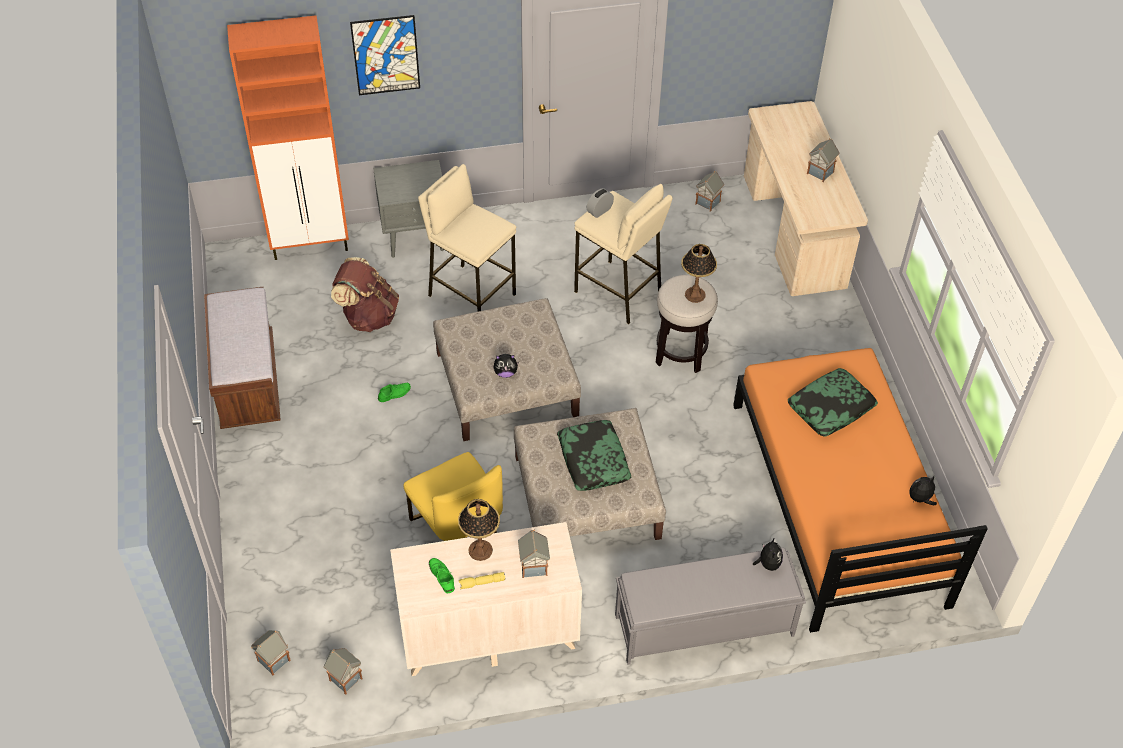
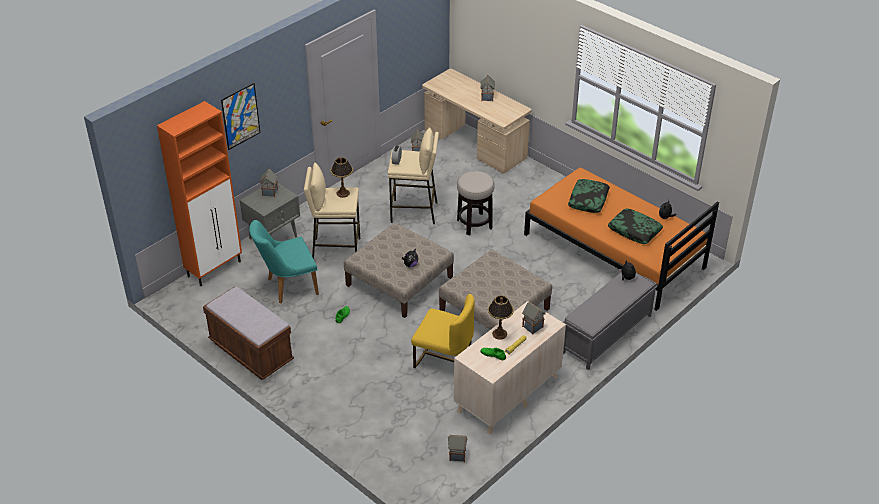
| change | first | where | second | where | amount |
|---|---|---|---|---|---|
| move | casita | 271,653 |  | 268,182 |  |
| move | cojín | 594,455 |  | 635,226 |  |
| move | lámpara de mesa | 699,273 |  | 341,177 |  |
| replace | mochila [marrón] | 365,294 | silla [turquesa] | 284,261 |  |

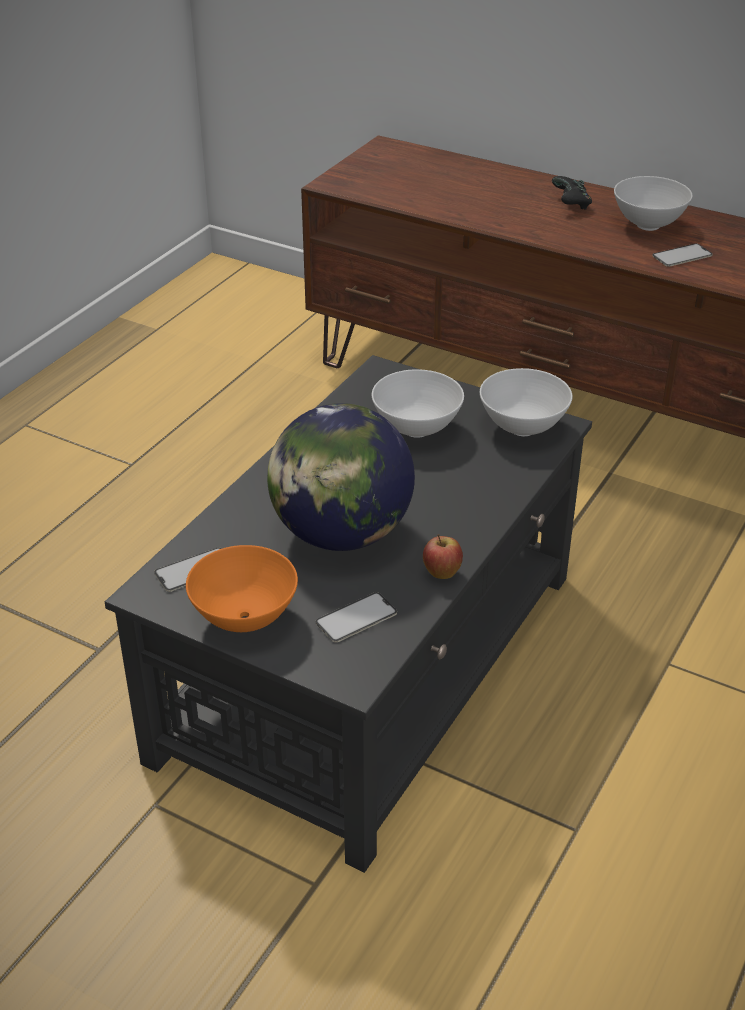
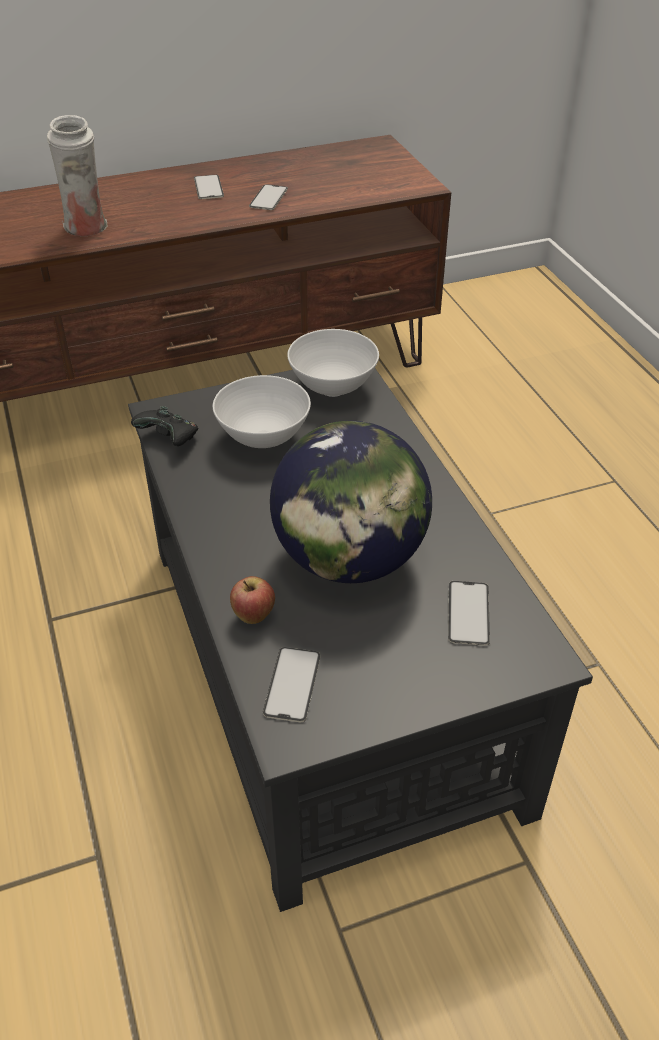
| change | first | where | second | where | amount |
|---|---|---|---|---|---|
| delete | cuenco [naranja] | 242,588 |  |  |  |
| insert |  |  | florero [blanco] | 77,175 |  |
| move | manzana | 443,556 |  | 252,600 |  |
| move | mando de consola [negro] | 572,193 |  | 164,426 |  |
| replace | cuenco [blanco] | 653,203 | móvil | 209,187 |  |

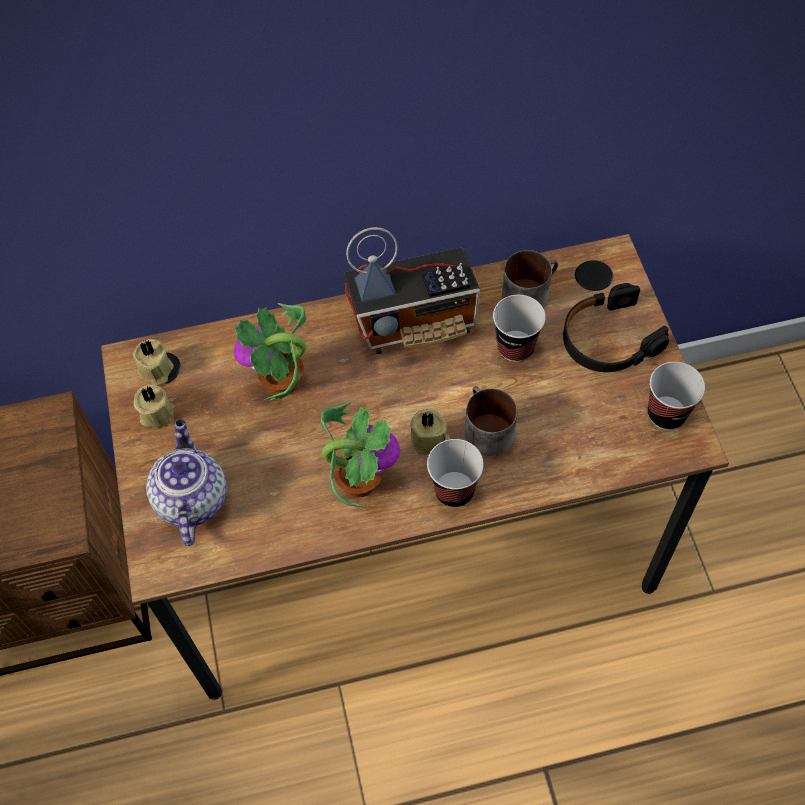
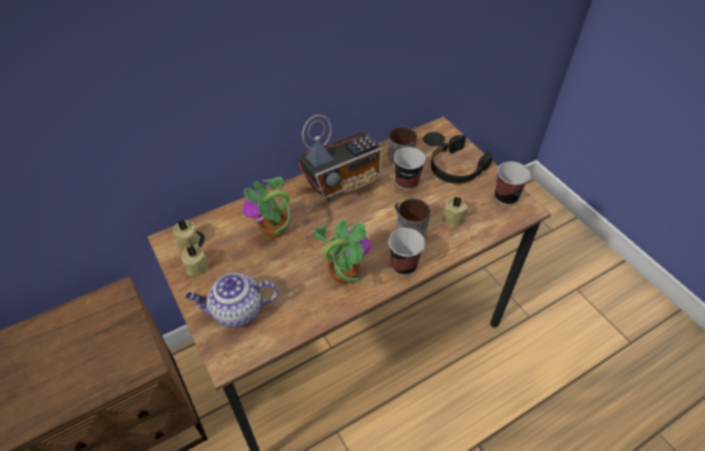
| change | first | where | second | where | amount |
|---|---|---|---|---|---|
| move | vela [beis] | 429,432 |  | 455,212 |  |
| rotate | tetera | 186,482 |  | 232,300 | 75 degrees counterclockwise |

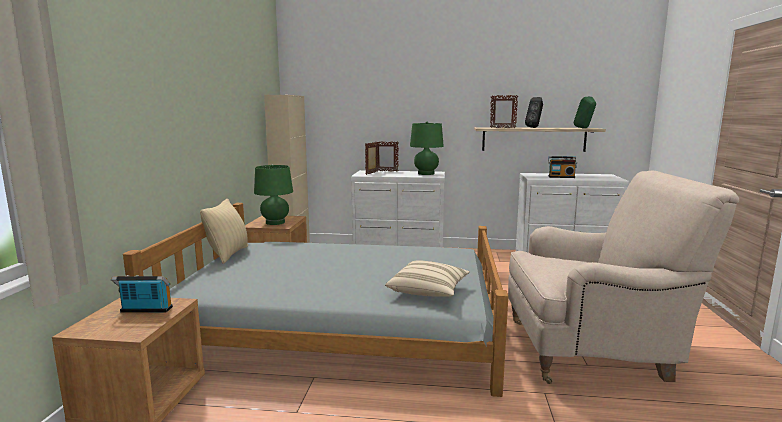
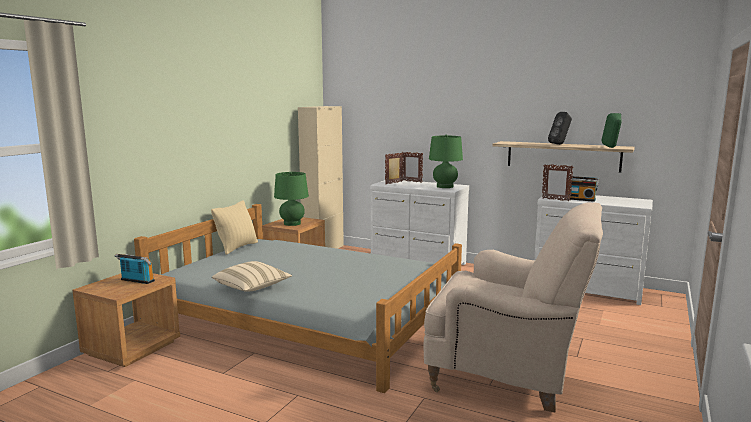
| change | first | where | second | where | amount |
|---|---|---|---|---|---|
| move | cojín [beis] | 427,279 |  | 252,276 |  |
| move | portarretratos | 504,111 |  | 557,182 |  |

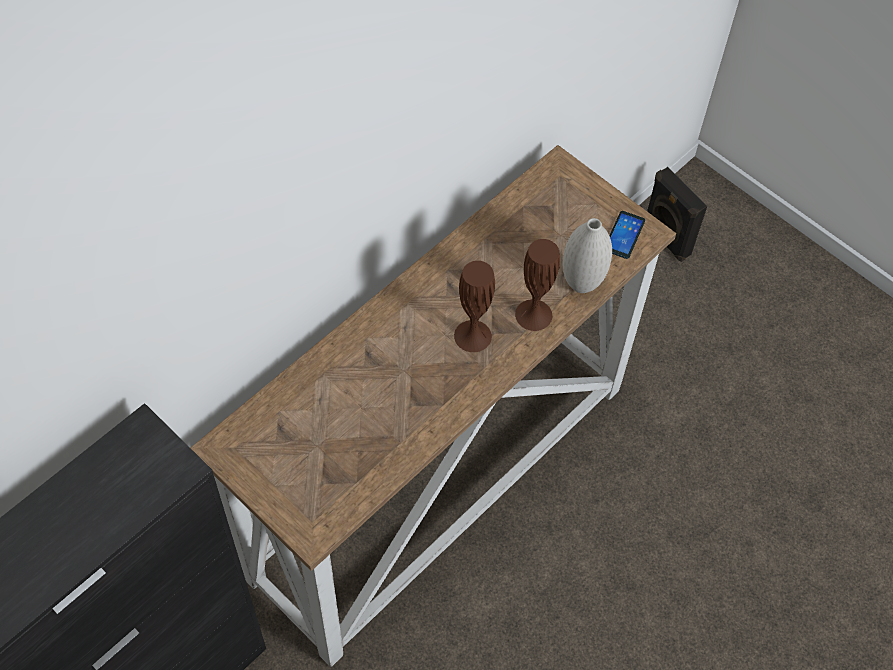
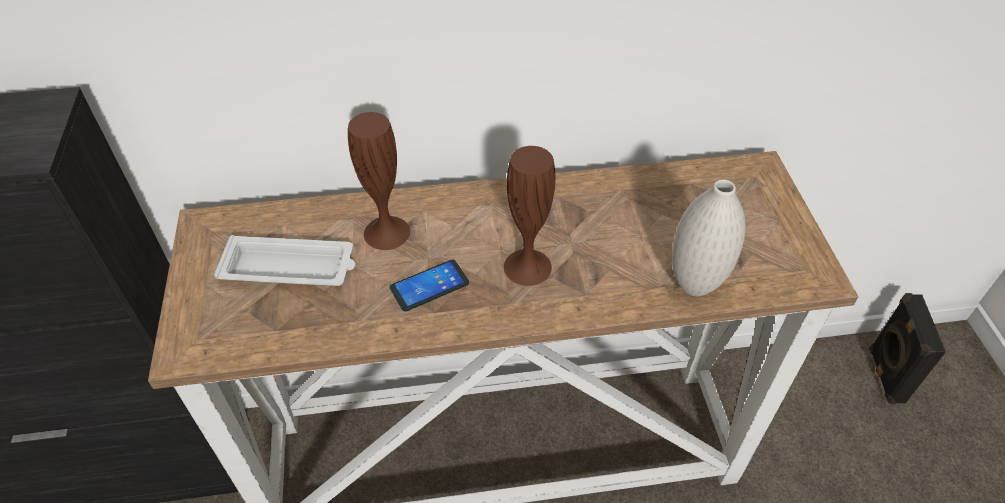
| change | first | where | second | where | amount |
|---|---|---|---|---|---|
| insert |  |  | bandeja [blanco] | 285,260 |  |
| move | florero [marrón] | 537,285 |  | 379,181 |  |
| move | móvil | 627,235 |  | 429,285 |  |

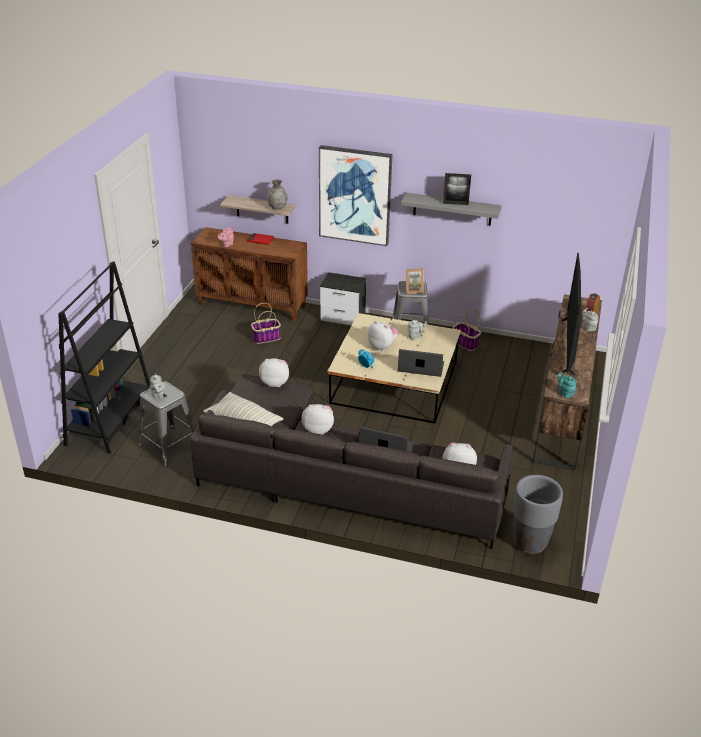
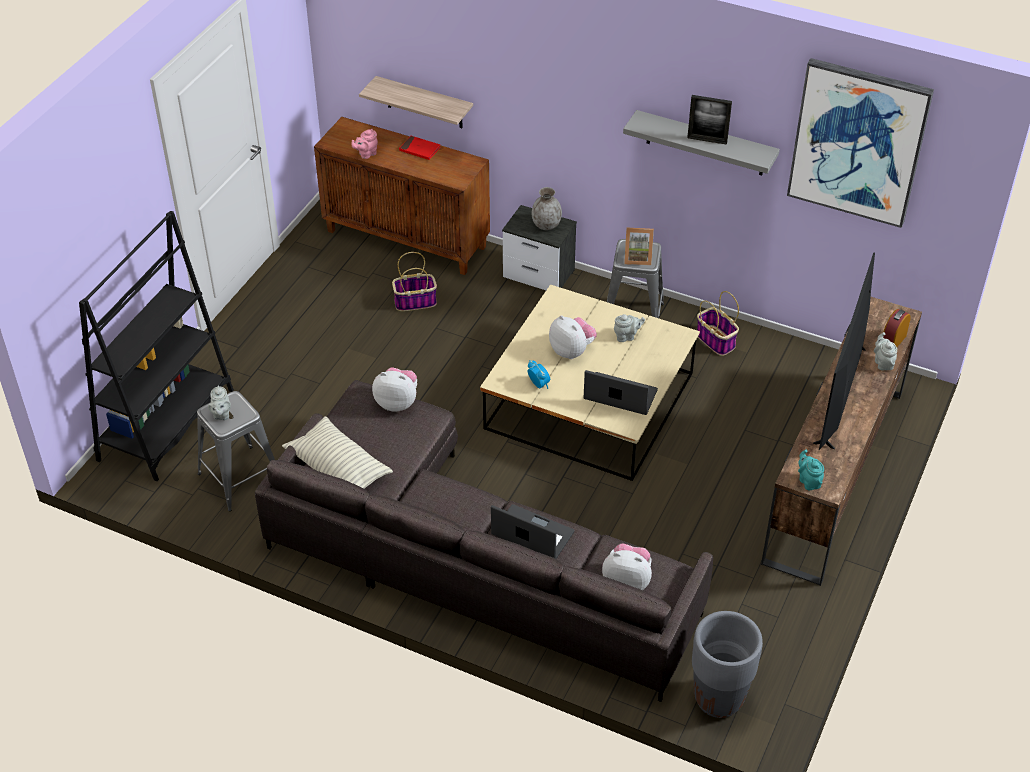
| change | first | where | second | where | amount |
|---|---|---|---|---|---|
| delete | peluche | 317,419 |  |  |  |
| move | florero [gris] | 277,194 |  | 547,208 |  |
| move | cuadro | 355,195 |  | 860,143 |  |

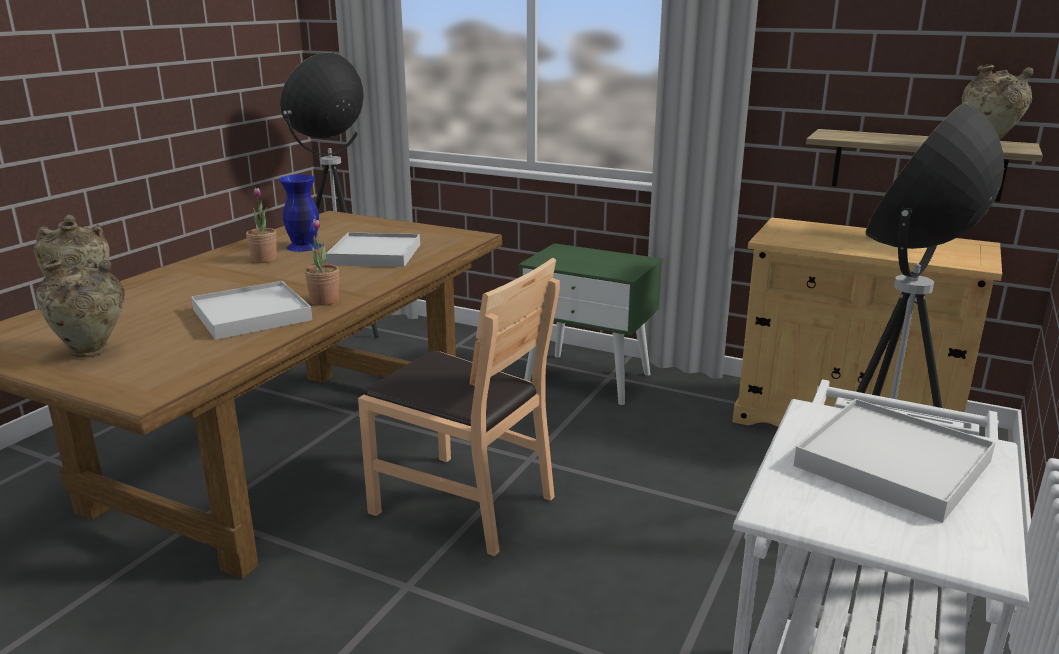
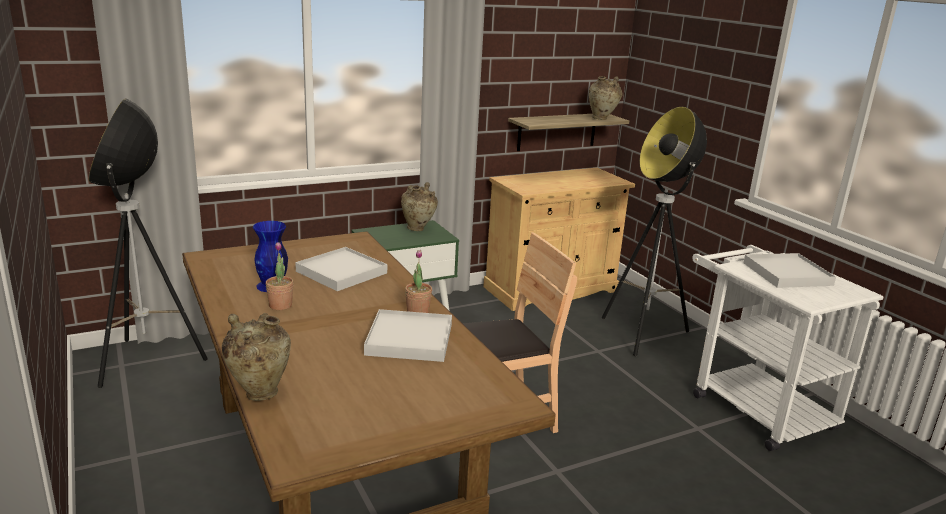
| change | first | where | second | where | amount |
|---|---|---|---|---|---|
| move | florero [beis] | 80,308 |  | 419,206 |  |

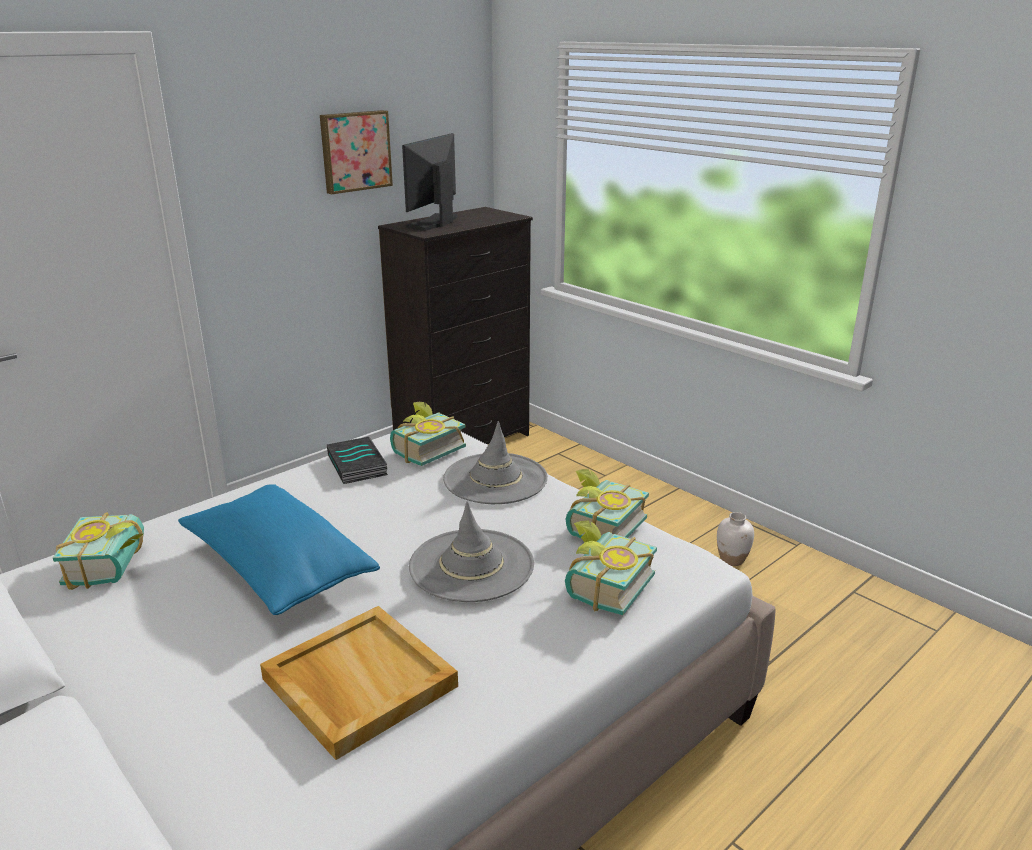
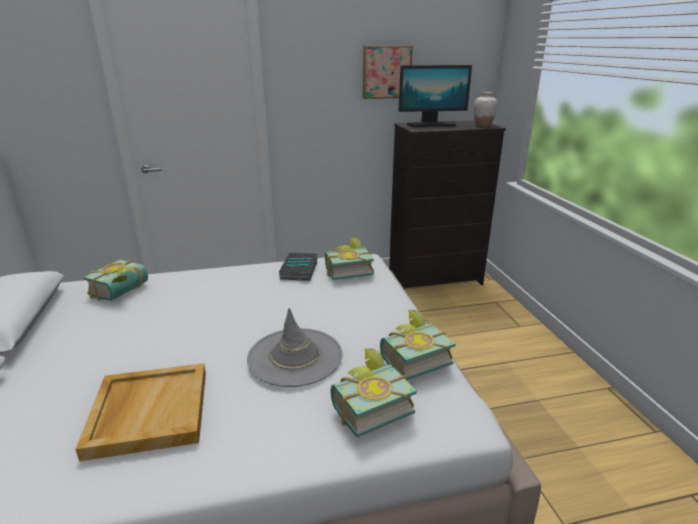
| change | first | where | second | where | amount |
|---|---|---|---|---|---|
| delete | cojín [azul] | 279,549 |  |  |  |
| delete | sombrero [gris] | 495,462 |  |  |  |
| move | florero [blanco] | 735,539 |  | 485,109 |  |
| rotate | monitor | 429,182 |  | 435,96 | 150 degrees counterclockwise |

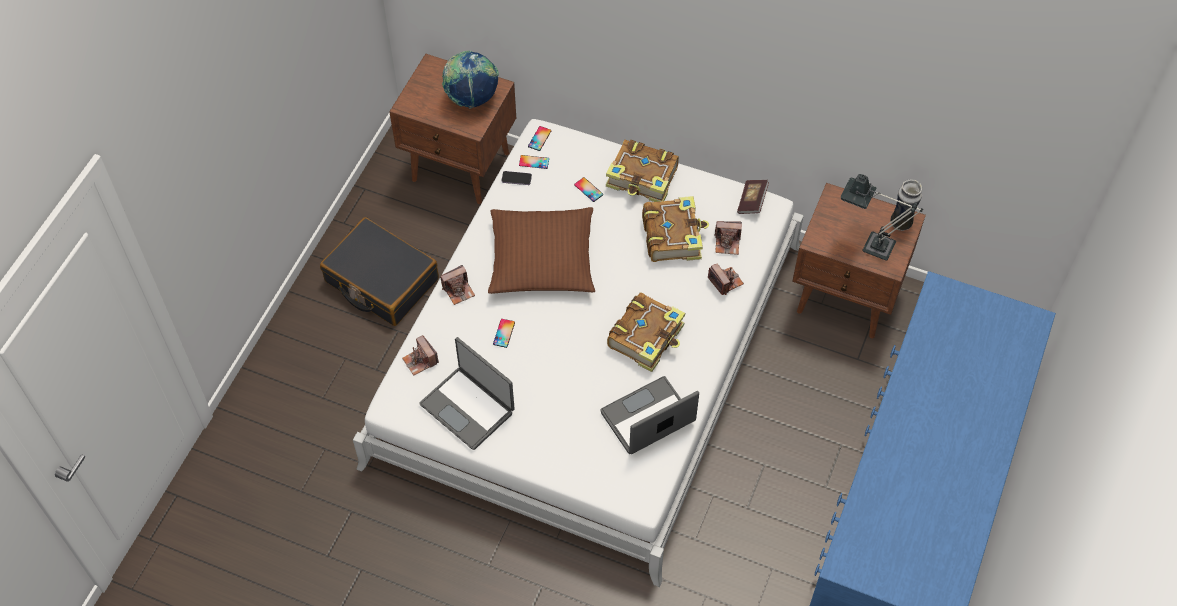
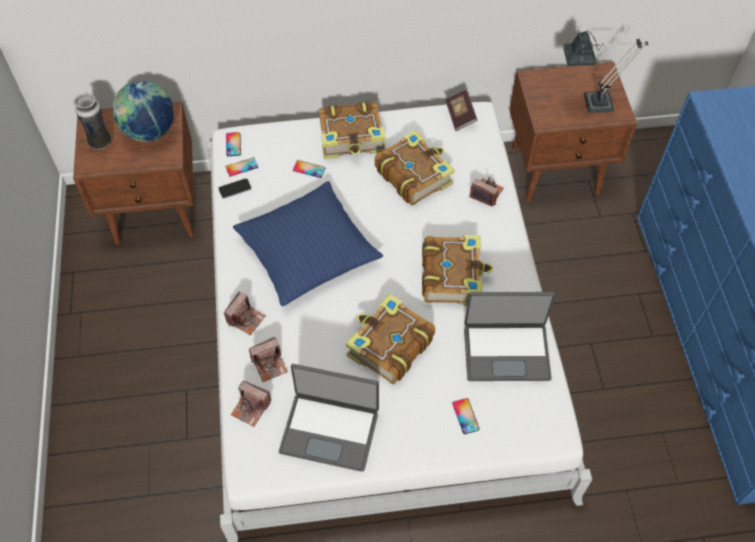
| change | first | where | second | where | amount |
|---|---|---|---|---|---|
| delete | maleta [negro] | 379,271 |  |  |  |
| insert |  |  | libro | 390,339 |  |
| move | móvil | 504,333 |  | 466,416 |  |
| move | cámara | 728,238 |  | 268,359 |  |
| move | florero | 906,205 |  | 92,121 |  |
| recolor | cojín [marrón] | 541,250 | cojín [azul] | 308,243 |  |
| rotate | portátil | 649,415 |  | 509,336 | 120 degrees counterclockwise |

